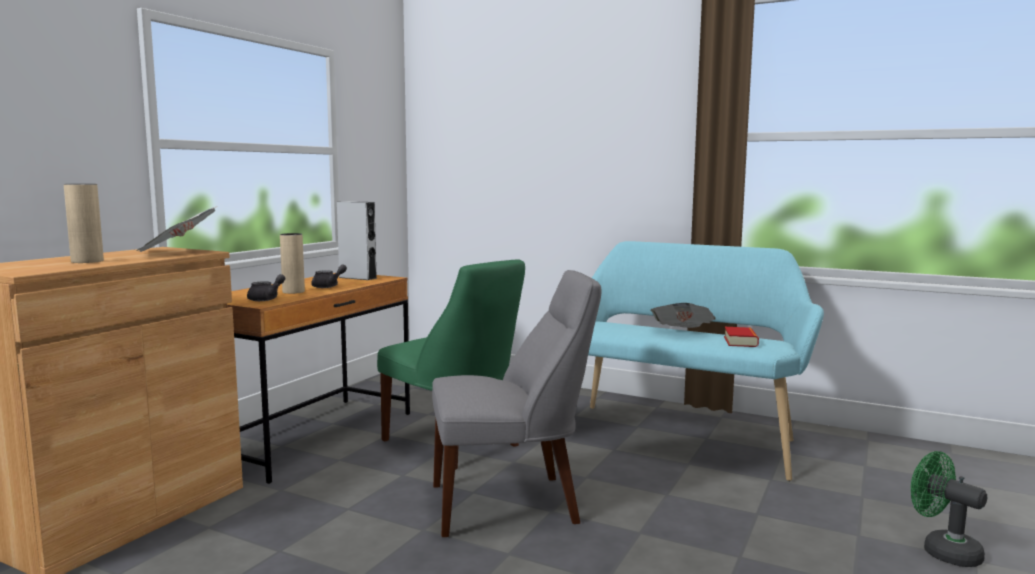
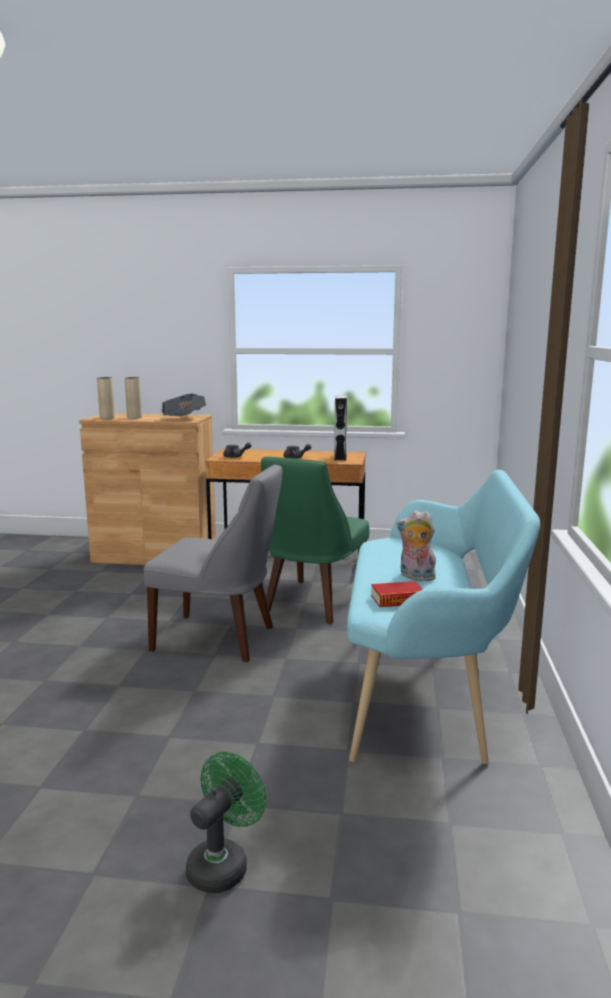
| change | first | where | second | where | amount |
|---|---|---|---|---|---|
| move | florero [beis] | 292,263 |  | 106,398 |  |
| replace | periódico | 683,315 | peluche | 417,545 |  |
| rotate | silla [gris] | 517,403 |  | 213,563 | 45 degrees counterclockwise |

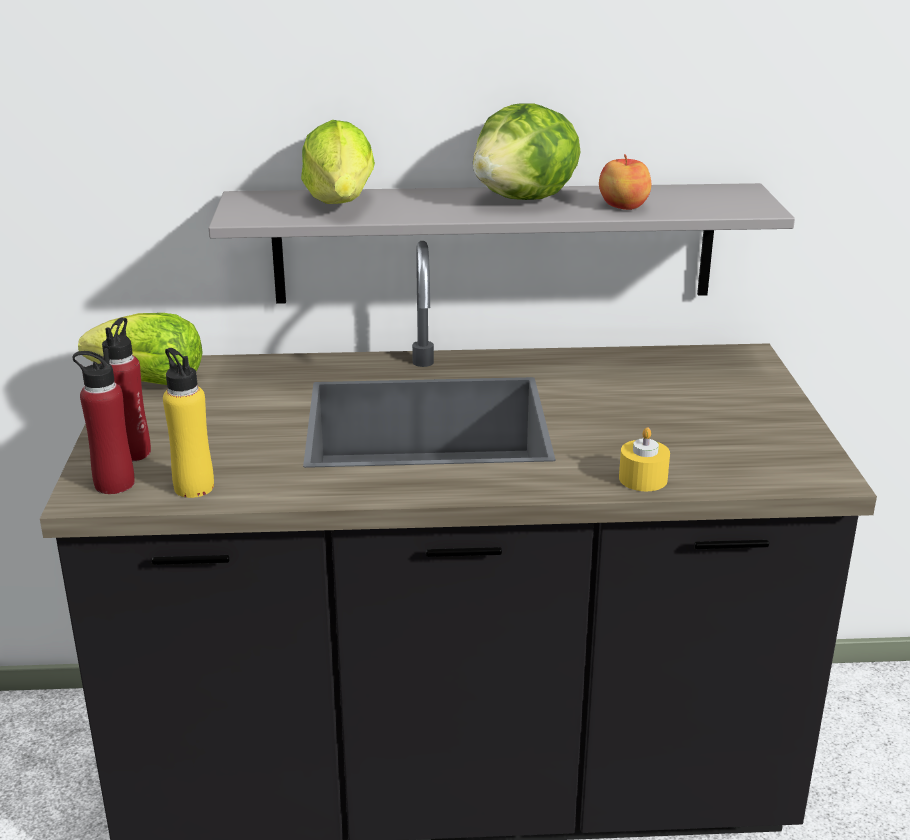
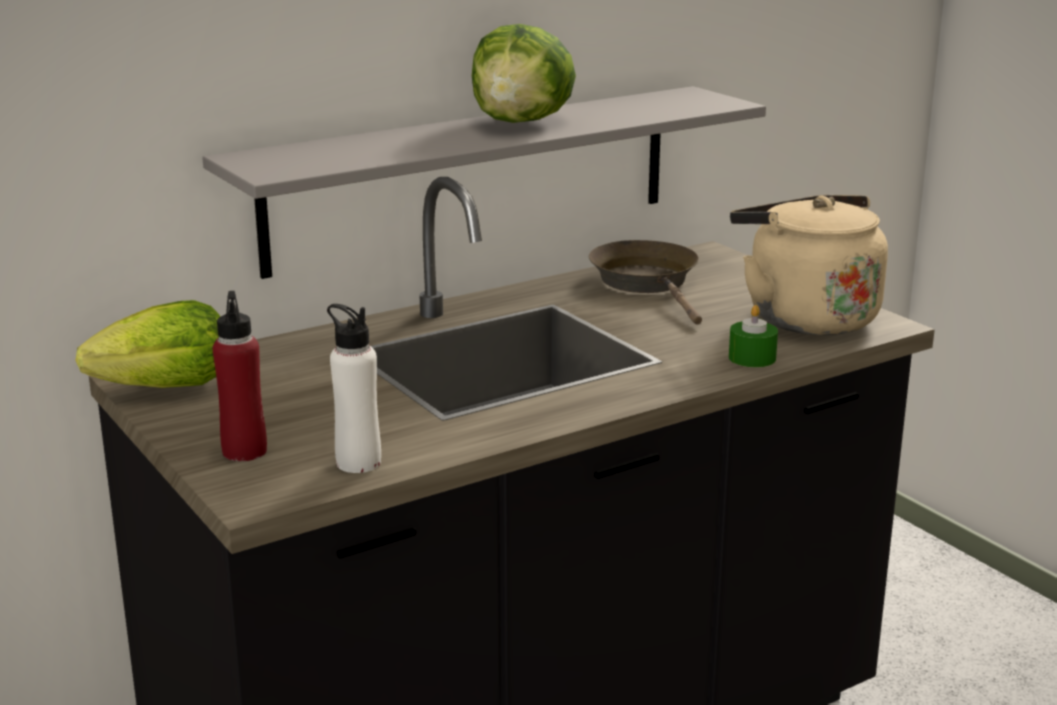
| change | first | where | second | where | amount |
|---|---|---|---|---|---|
| delete | botella [rojo] | 103,421 |  |  |  |
| delete | lechuga | 338,162 |  |  |  |
| delete | manzana | 625,182 |  |  |  |
| insert |  |  | sartén [marrón] | 645,282 |  |
| insert |  |  | hervidor [beis] | 809,265 |  |
| recolor | botella [amarillo] | 188,423 | botella [blanco] | 354,388 |  |
| recolor | vela [amarillo] | 644,459 | vela [verde] | 753,336 |  |

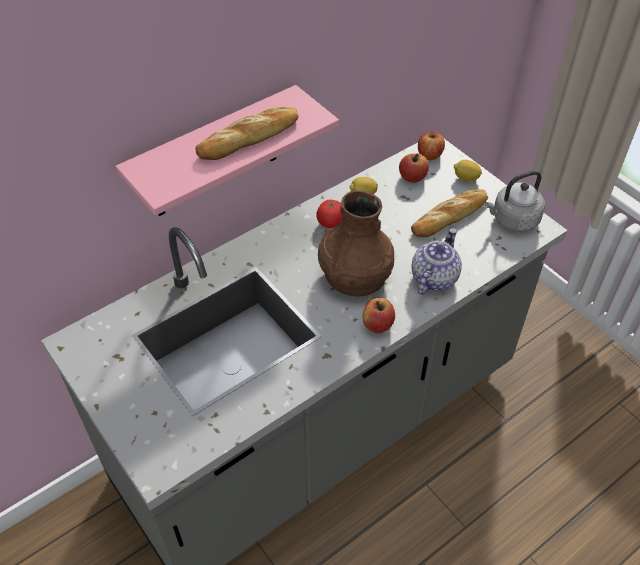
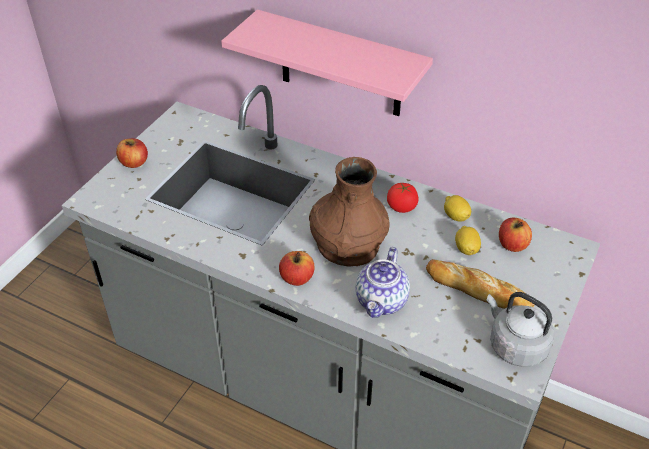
| change | first | where | second | where | amount |
|---|---|---|---|---|---|
| delete | pan | 247,133 |  |  |  |
| move | manzana | 431,145 |  | 132,153 |  |
| move | limón | 468,171 |  | 468,240 |  |
| rotate | tetera | 437,261 |  | 383,282 | 105 degrees clockwise |

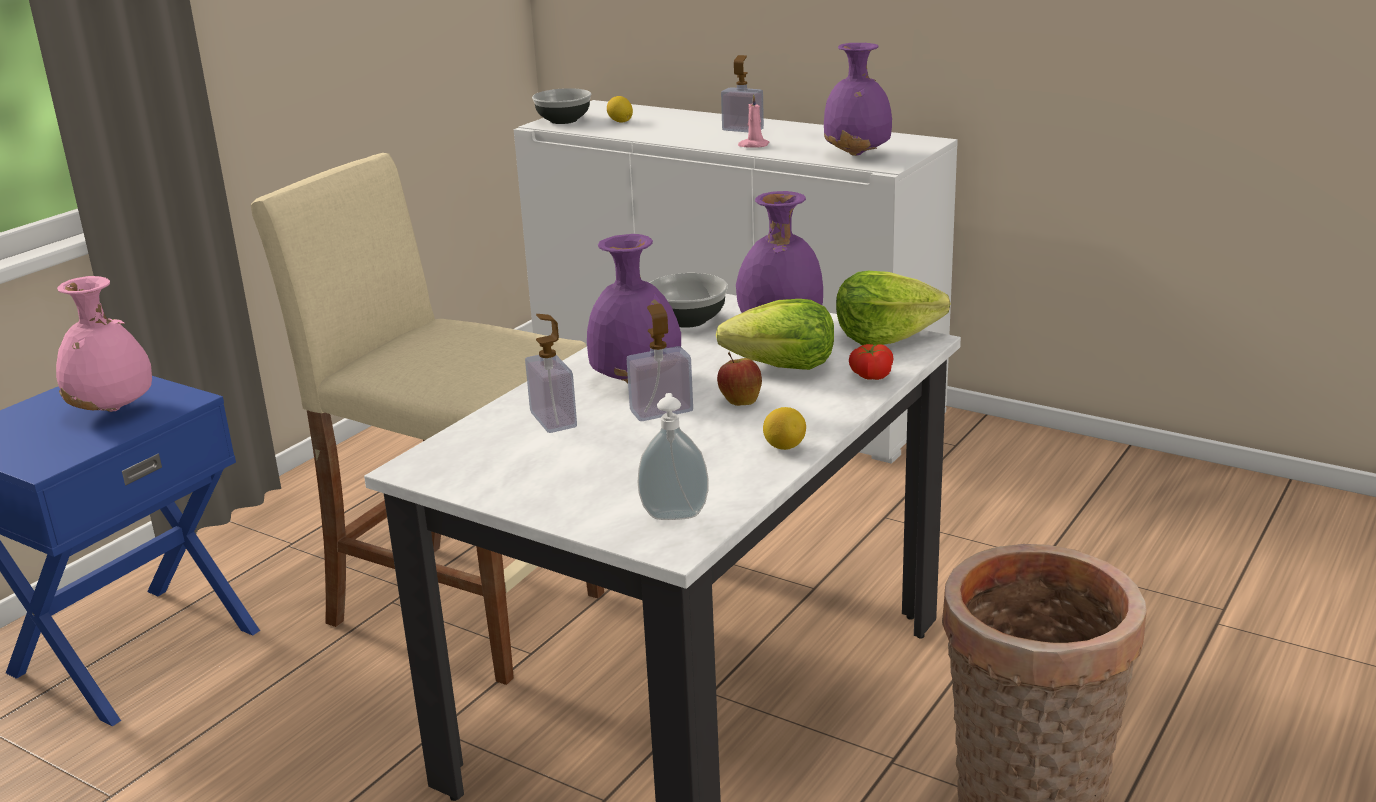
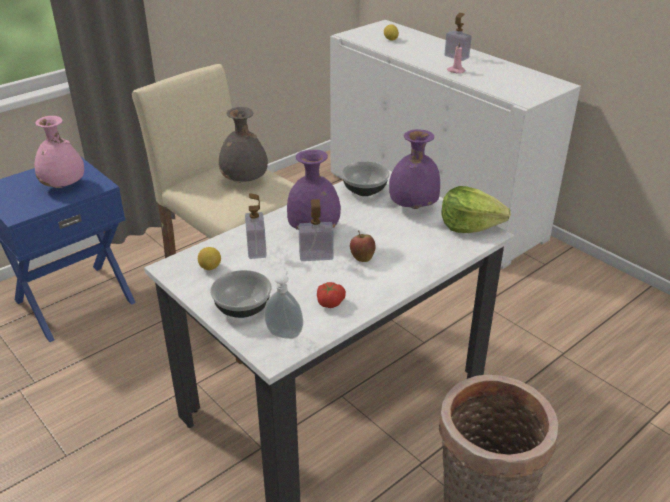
| change | first | where | second | where | amount |
|---|---|---|---|---|---|
| delete | lechuga | 775,334 |  |  |  |
| delete | florero [morado] | 858,99 |  |  |  |
| insert |  |  | florero [gris] | 243,145 |  |
| move | cuenco | 561,106 |  | 241,294 |  |
| move | limón | 784,428 |  | 209,258 |  |
| move | tomate | 871,362 |  | 331,295 |  |

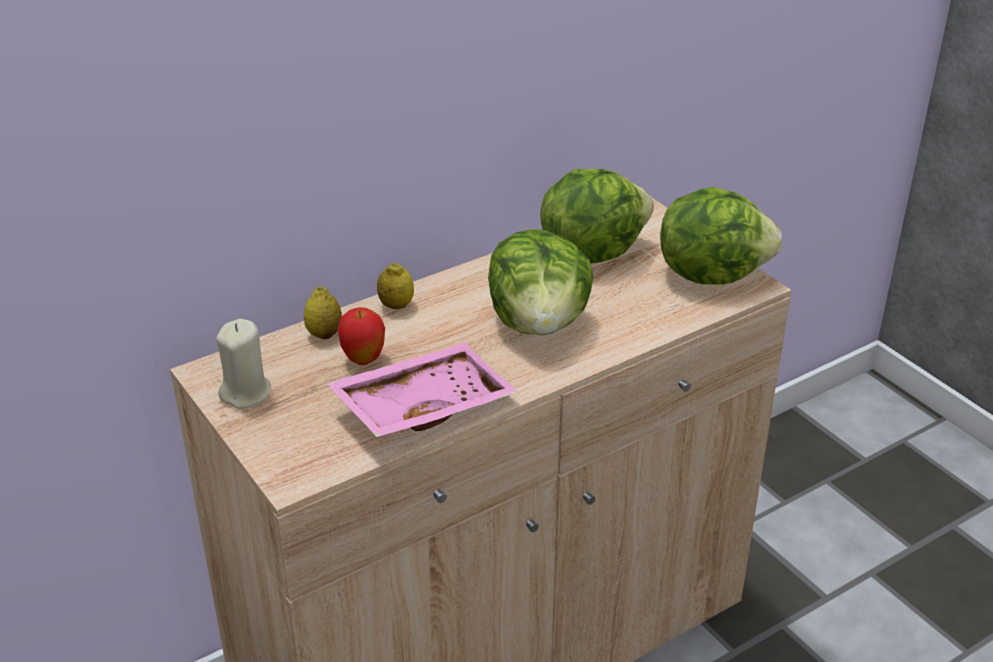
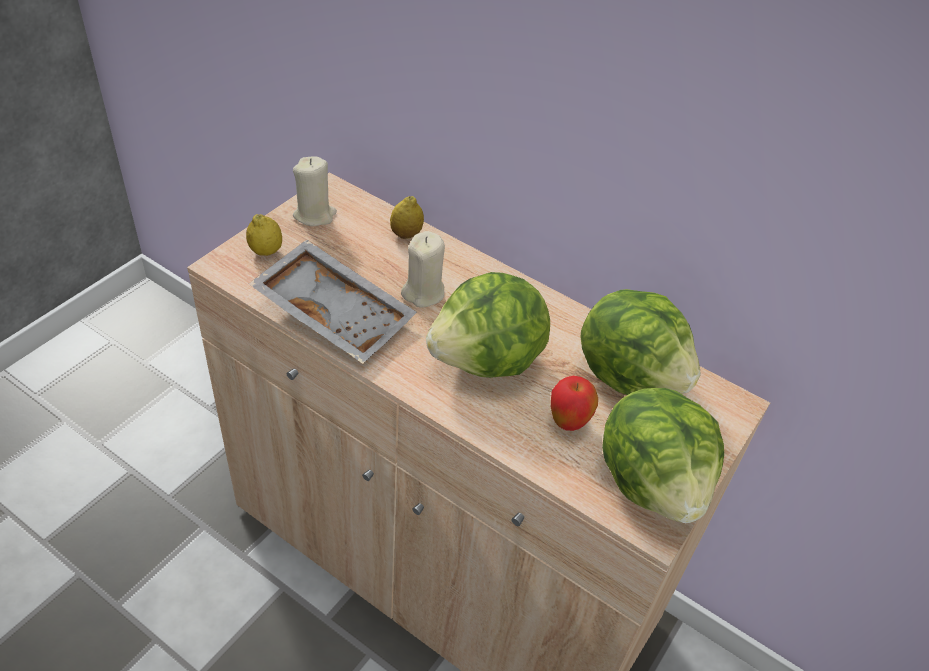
| change | first | where | second | where | amount |
|---|---|---|---|---|---|
| insert |  |  | vela [beis] | 423,269 |  |
| move | manzana | 361,336 |  | 574,403 |  |
| move | limón | 395,286 |  | 264,235 |  |
| recolor | bandeja [rosa] | 423,390 | bandeja [gris] | 333,302 |  |

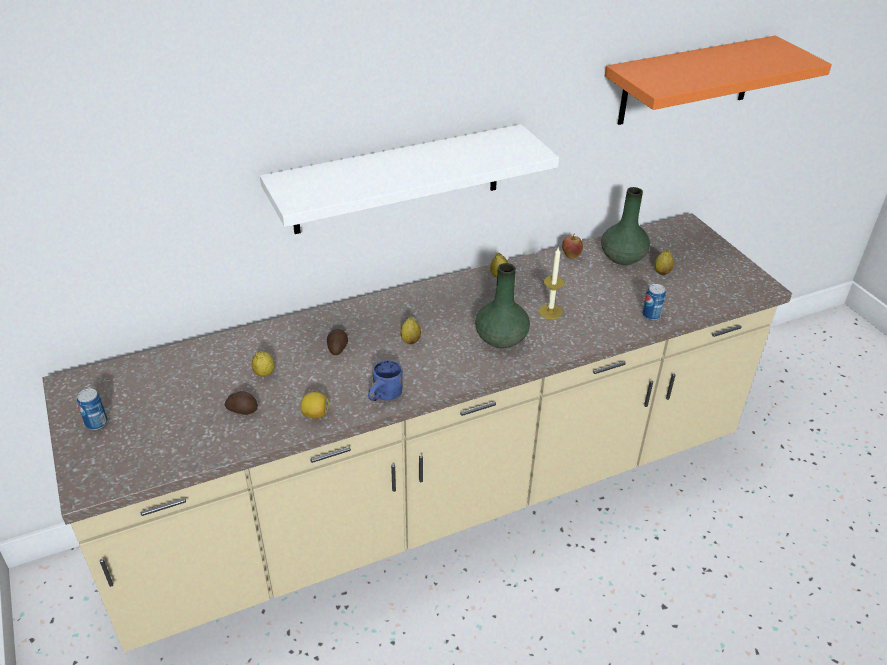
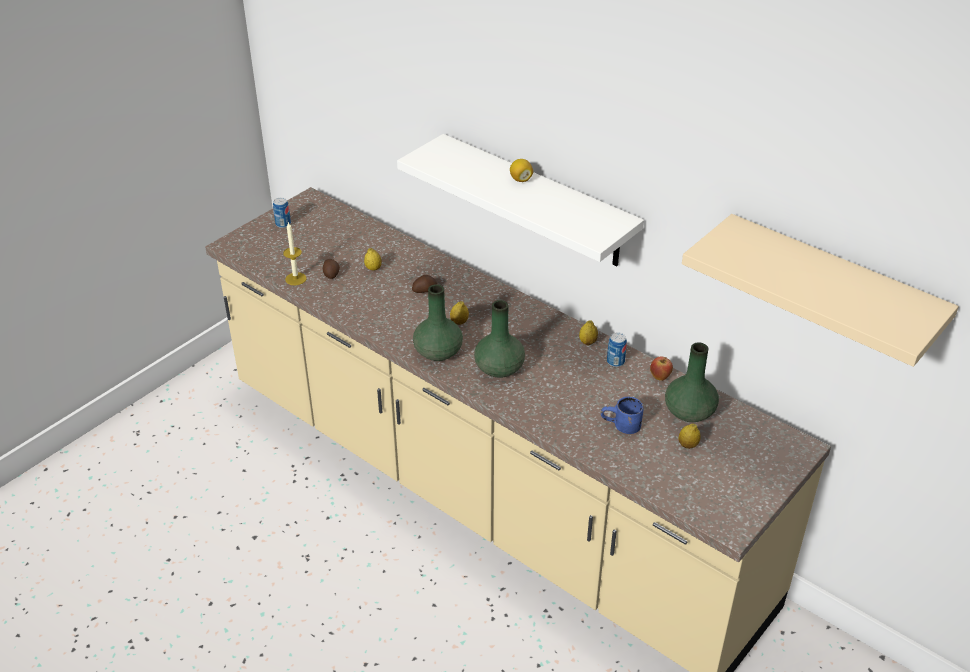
| change | first | where | second | where | amount |
|---|---|---|---|---|---|
| insert |  |  | florero [verde] | 438,322 |  |
| move | limón | 315,405 |  | 521,170 |  |
| move | taza grande [azul] | 385,380 |  | 622,415 |  |
| move | vela | 552,283 |  | 295,253 |  |
| move | lata | 654,302 |  | 617,349 |  |
| recolor | estante [naranja] | 718,80 | estante [beis] | 820,290 |  |

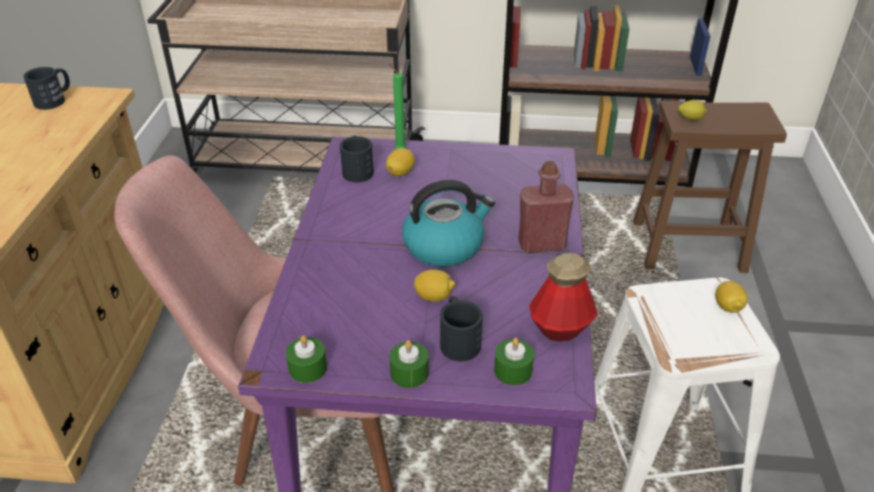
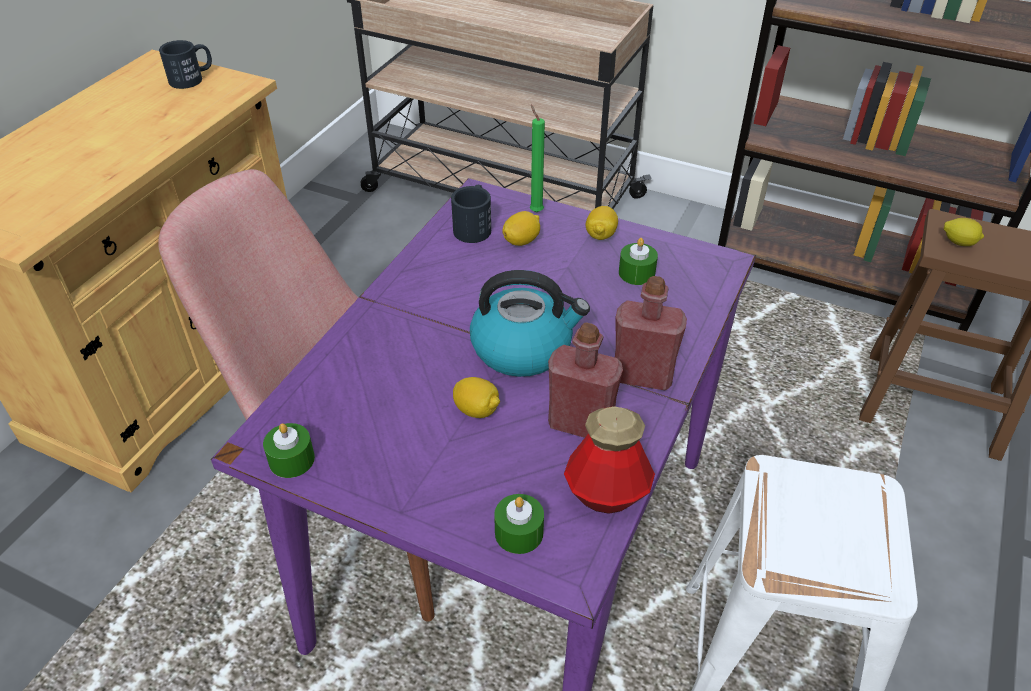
| change | first | where | second | where | amount |
|---|---|---|---|---|---|
| delete | taza grande [negro] | 461,328 |  |  |  |
| insert |  |  | botella [rojo] | 585,380 |  |
| move | vela [verde] | 409,364 |  | 638,261 |  |
| move | limón | 731,297 |  | 602,223 |  |

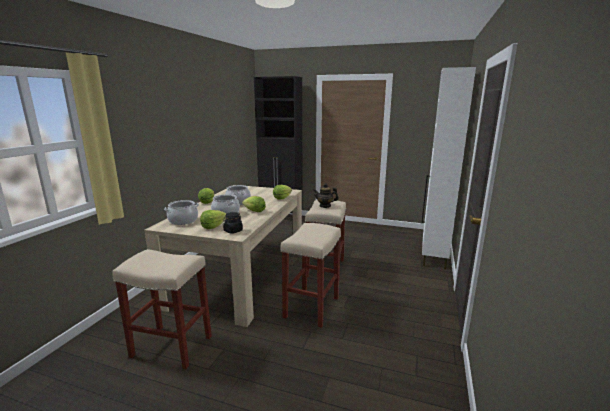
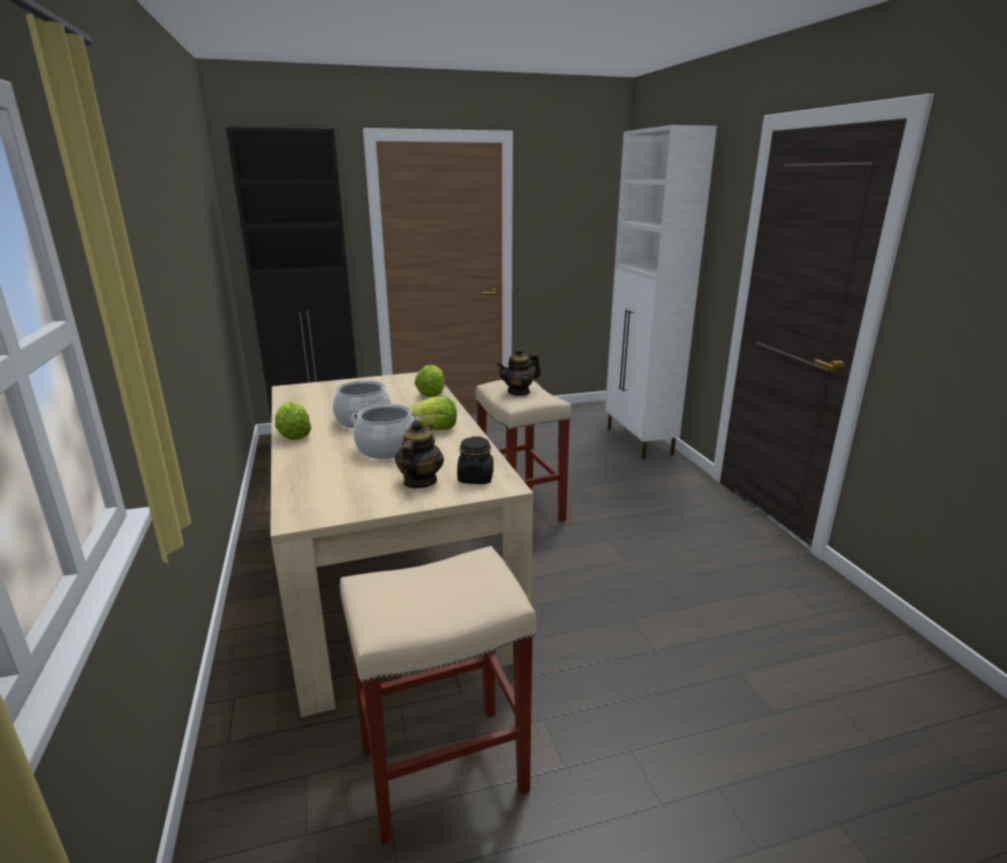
| change | first | where | second | where | amount |
|---|---|---|---|---|---|
| delete | olla | 181,212 |  |  |  |
| delete | taburete [beis] | 311,275 |  |  |  |
| replace | lechuga | 213,219 | tetera | 419,453 |  |

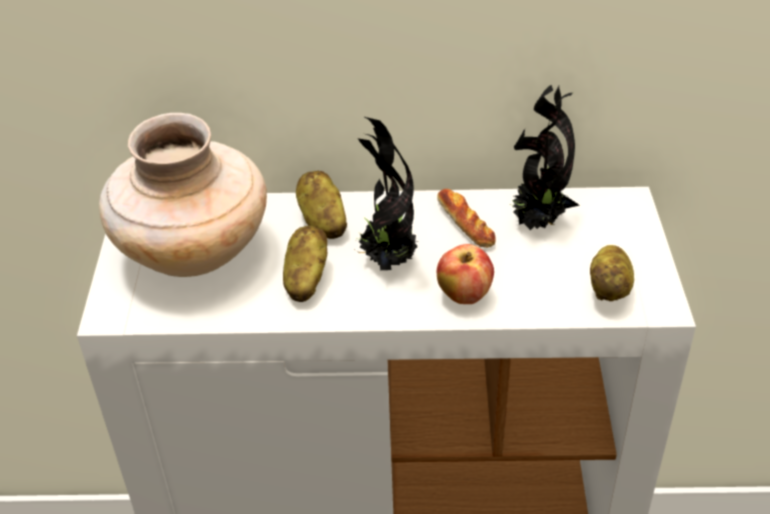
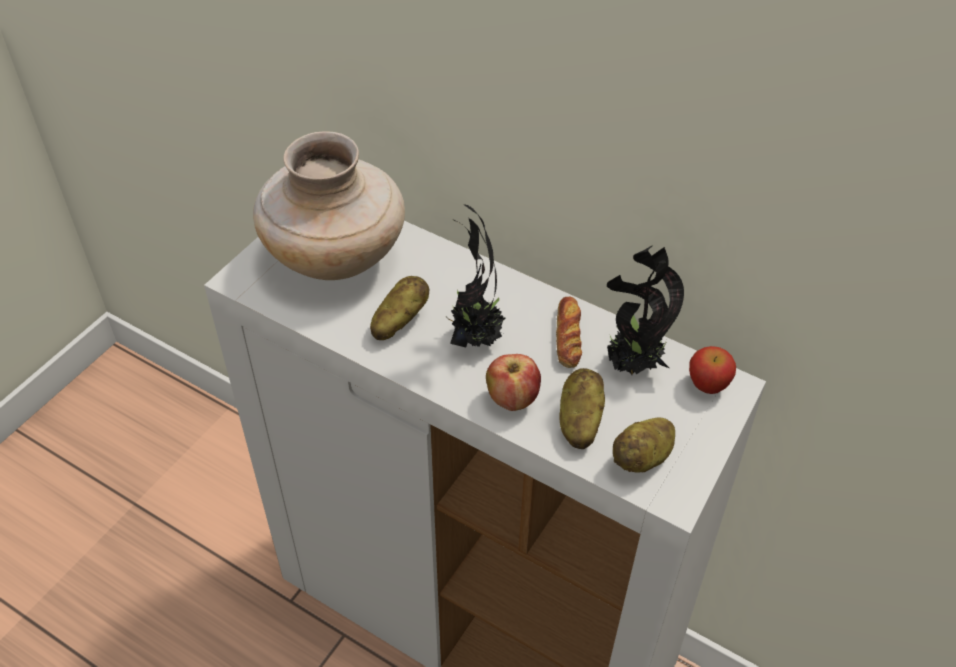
| change | first | where | second | where | amount |
|---|---|---|---|---|---|
| insert |  |  | manzana | 712,370 |  |
| move | patata | 321,205 |  | 582,408 |  |

